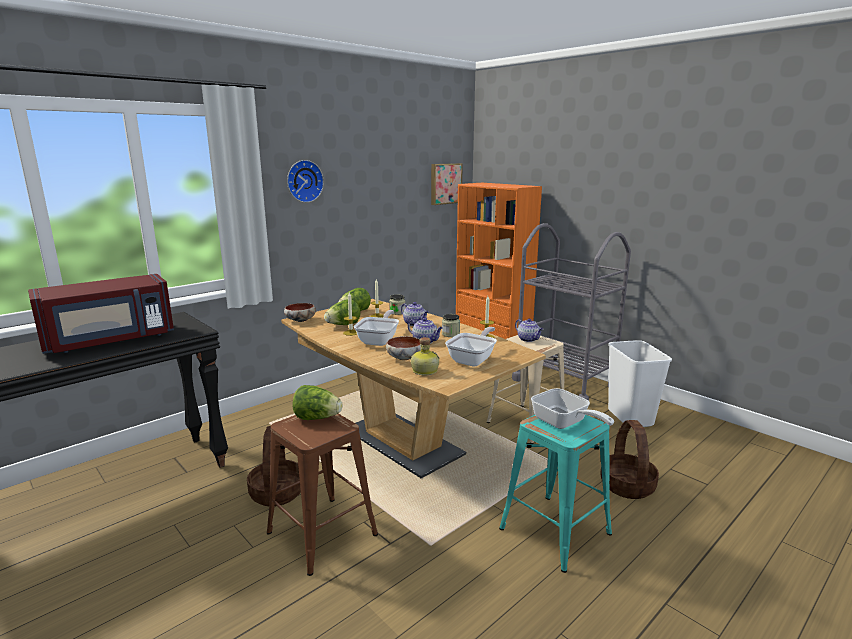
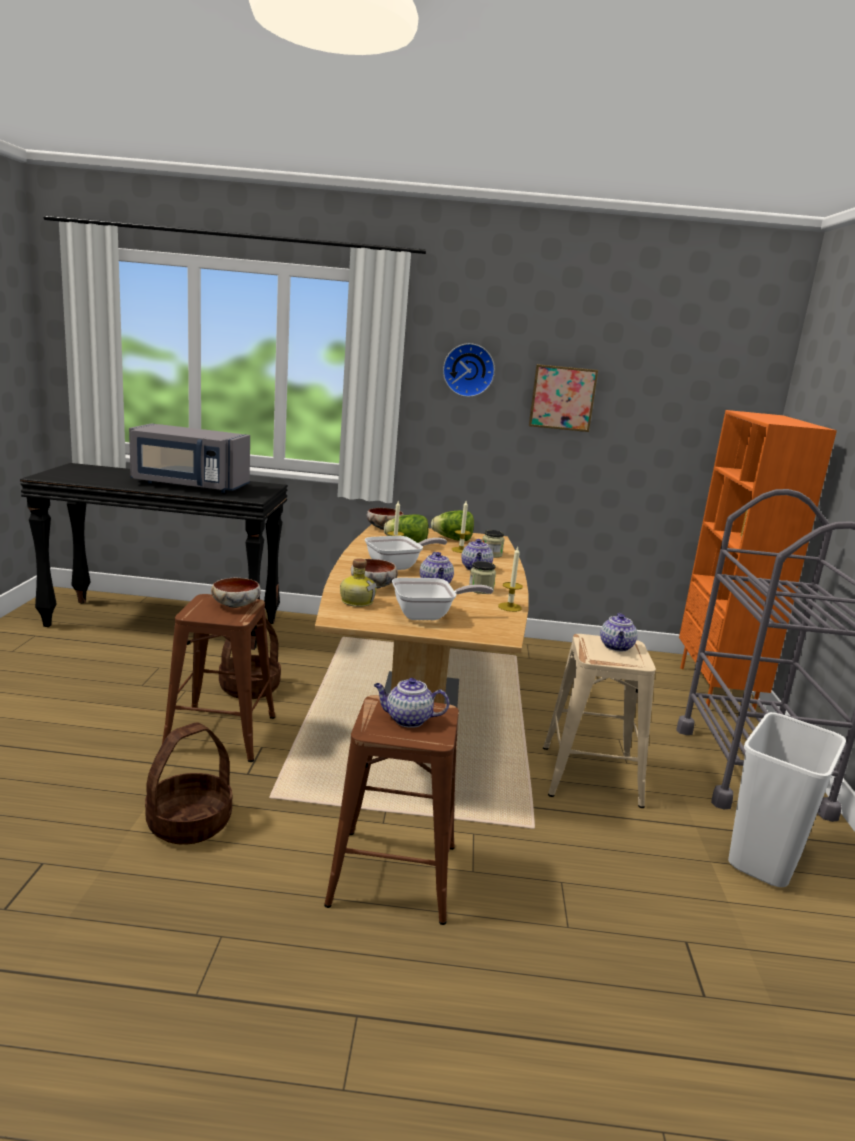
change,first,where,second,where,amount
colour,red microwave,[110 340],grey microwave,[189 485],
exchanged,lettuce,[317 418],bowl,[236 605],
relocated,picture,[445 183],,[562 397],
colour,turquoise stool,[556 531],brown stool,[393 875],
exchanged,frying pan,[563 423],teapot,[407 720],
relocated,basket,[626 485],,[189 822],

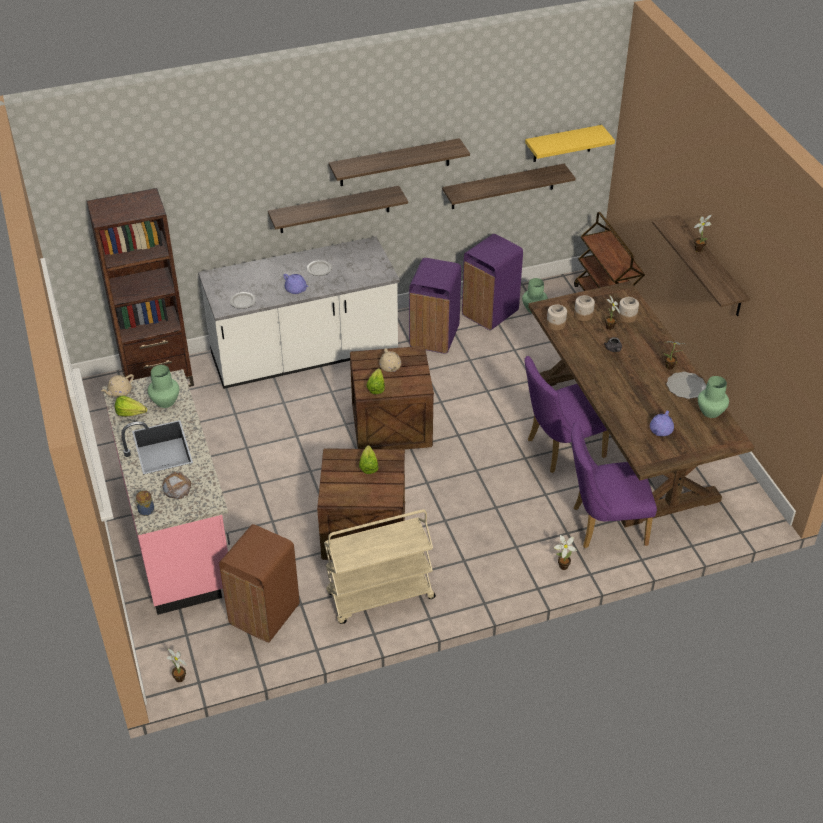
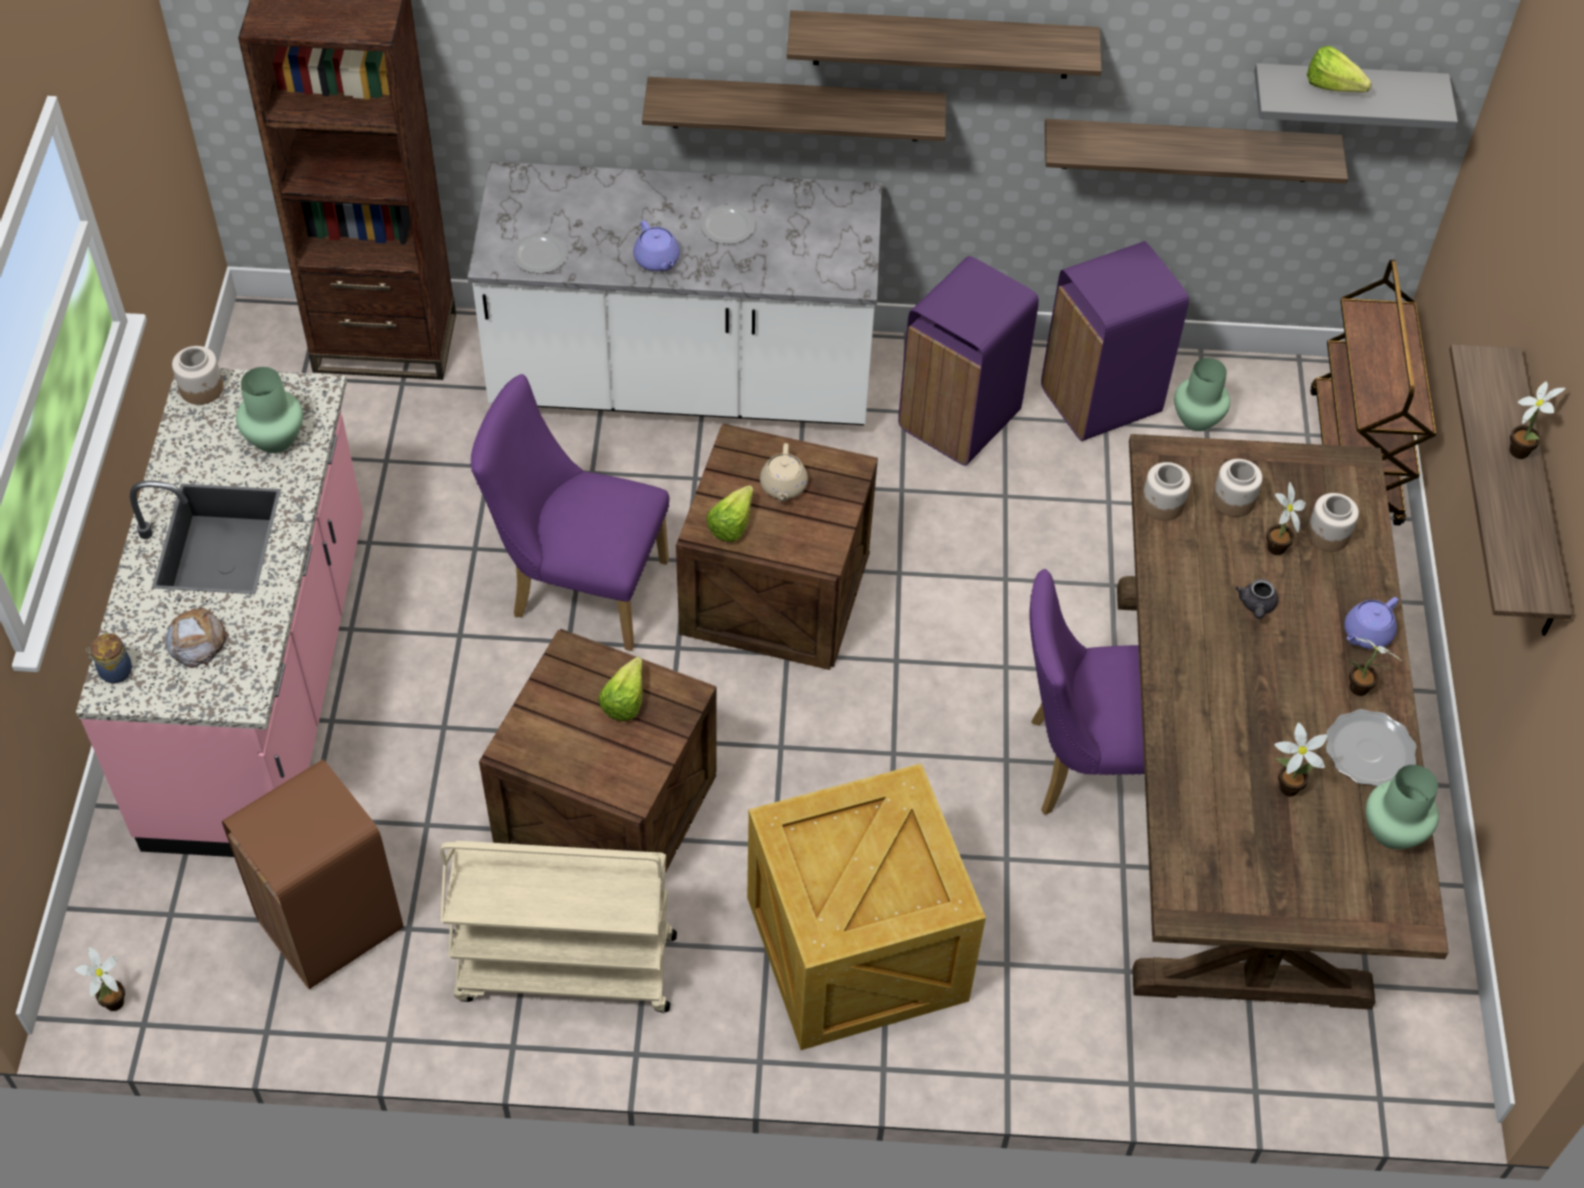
change,first,where,second,where,amount
exchanged,beige teapot,[119 392],jar,[202 389],
relocated,lettuce,[133 414],,[1336 89],
colour,yellow shelf,[562 144],grey shelf,[1345 93],
relocated,potted plant,[561 566],,[1285 787],
relocated,purple chair,[603 526],,[578 587],
relocated,purple teapot,[660 431],,[1366 634],
appeared,,,crate,[854 951],

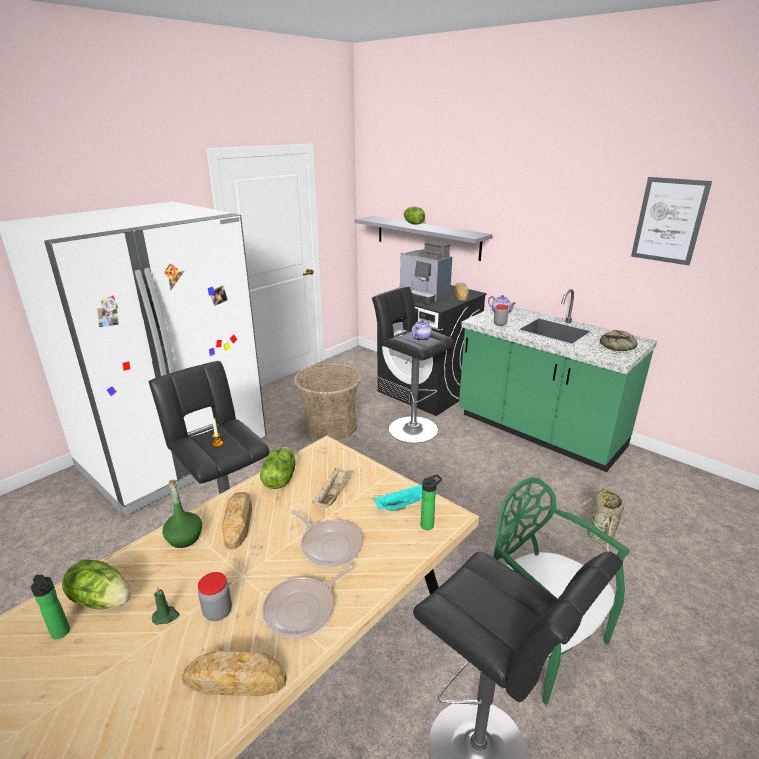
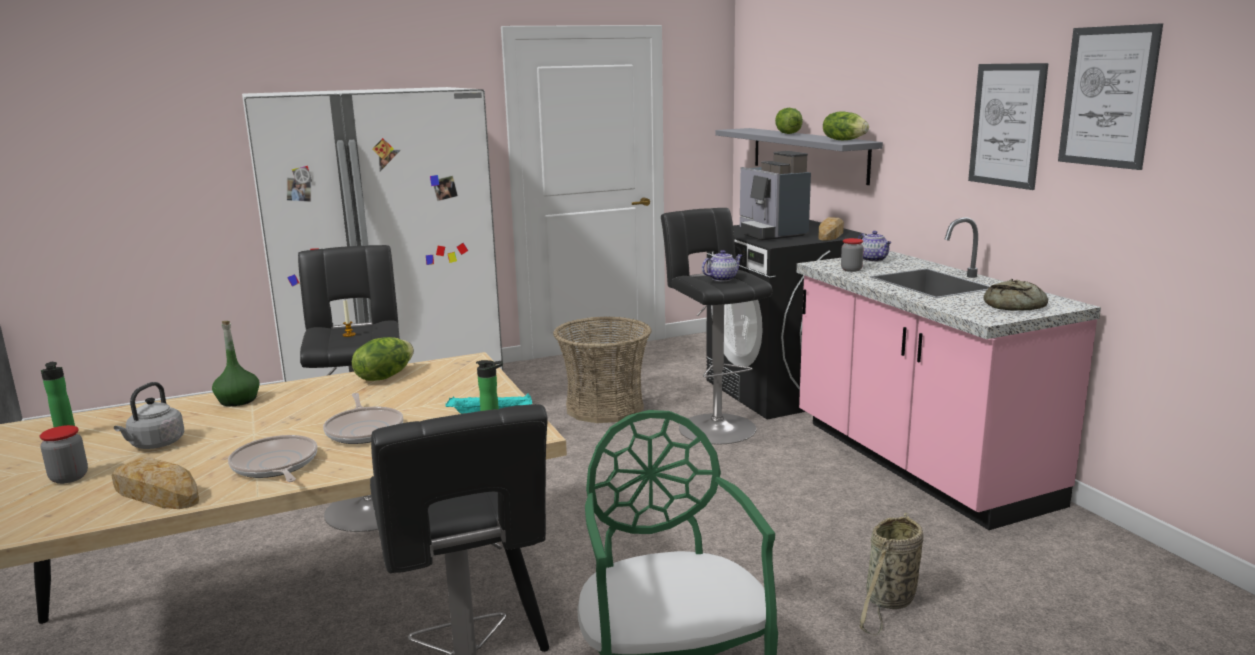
change,first,where,second,where,amount
relocated,lettuce,[102 599],,[844 140],
exchanged,green candle,[166 616],grey kettle,[155 444],
relocated,jar,[218 612],,[69 477],
missing,bread,[238 522],,,
spun,frying pan,[303 609],,[275 466],75 degrees clockwise
missing,beige tray,[333 495],,,
colour,green counter,[538 432],pink counter,[917 463],
appeared,,,picture,[1007 125],

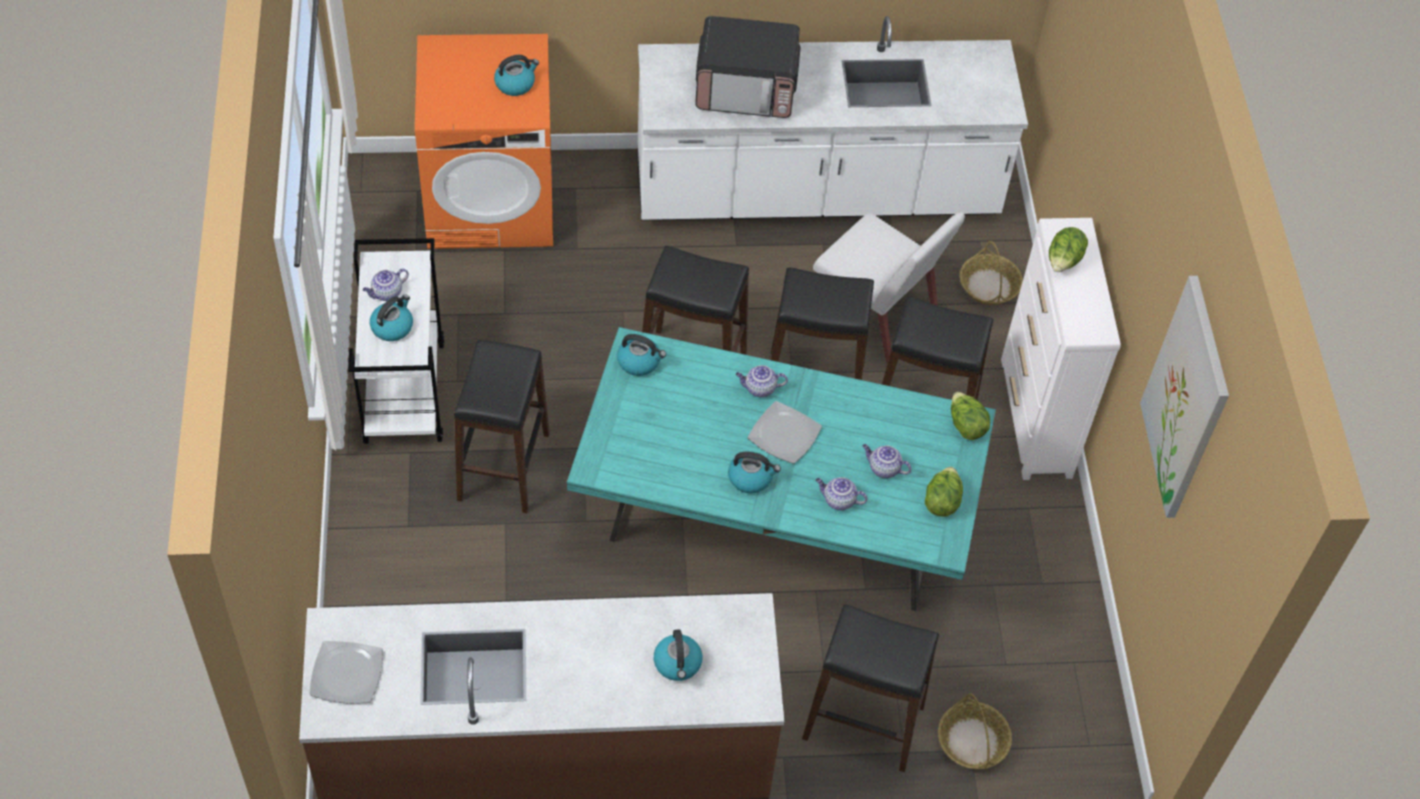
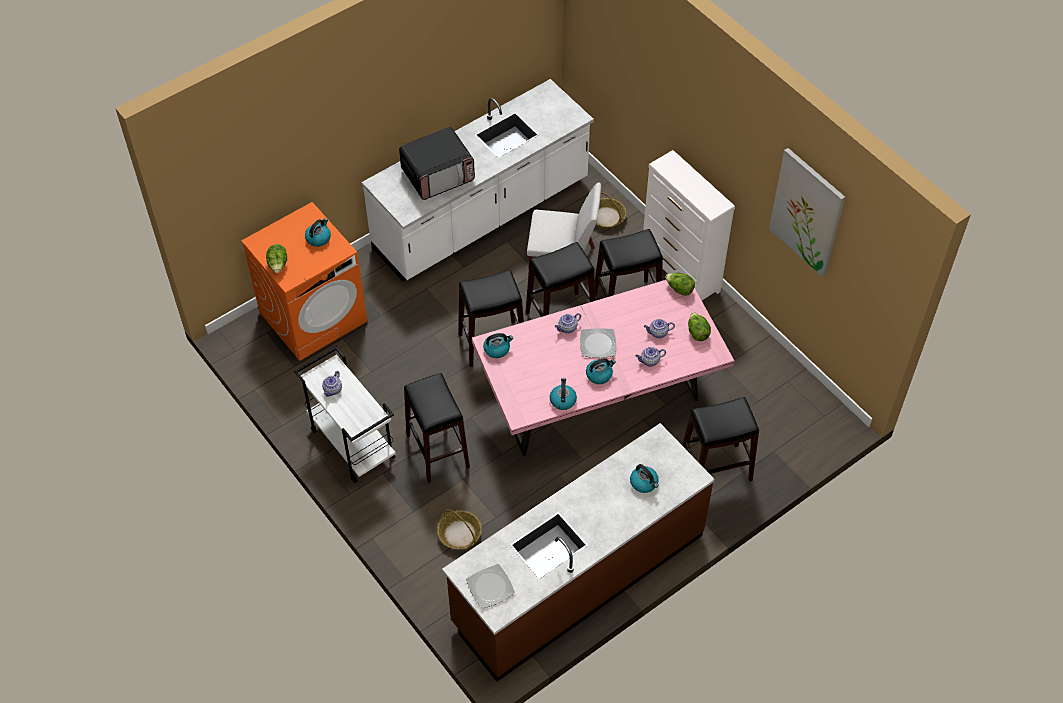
change,first,where,second,where,amount
relocated,kettle,[392 327],,[562 400],
colour,turquoise dining table,[772 529],pink dining table,[598 402],
relocated,basket,[972 741],,[459 534],
relocated,lettuce,[1063 261],,[278 265],

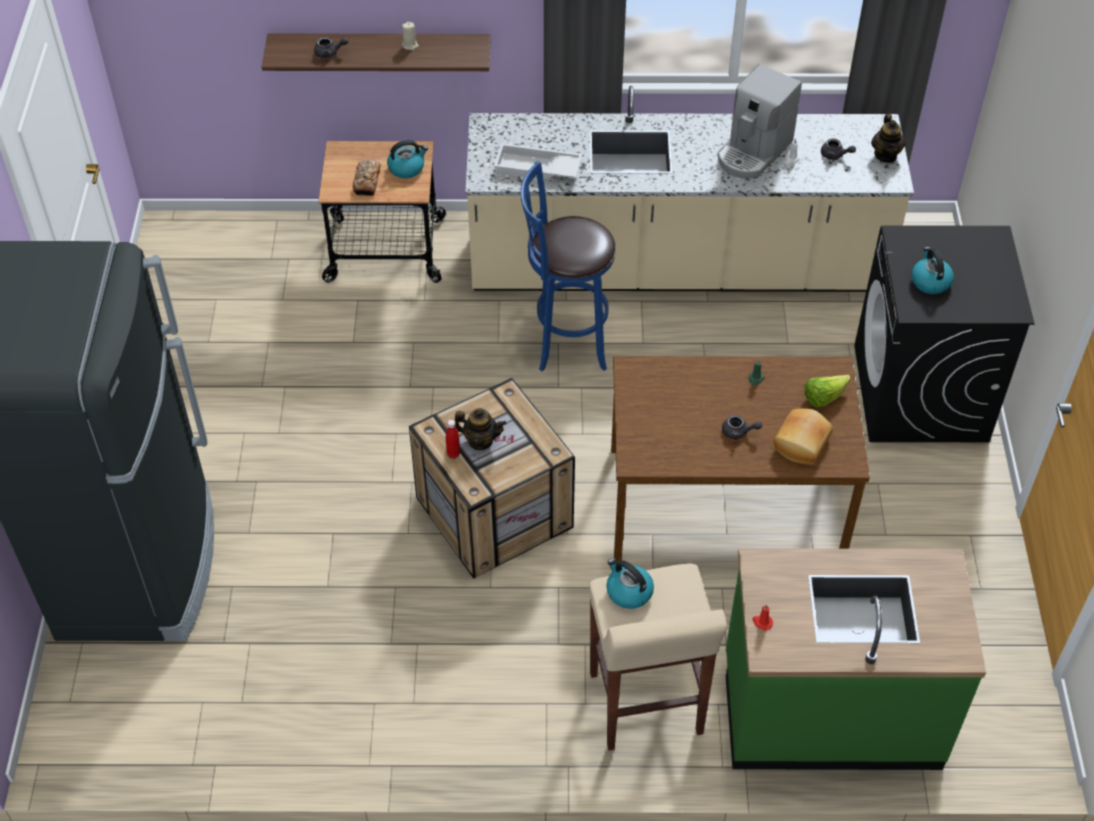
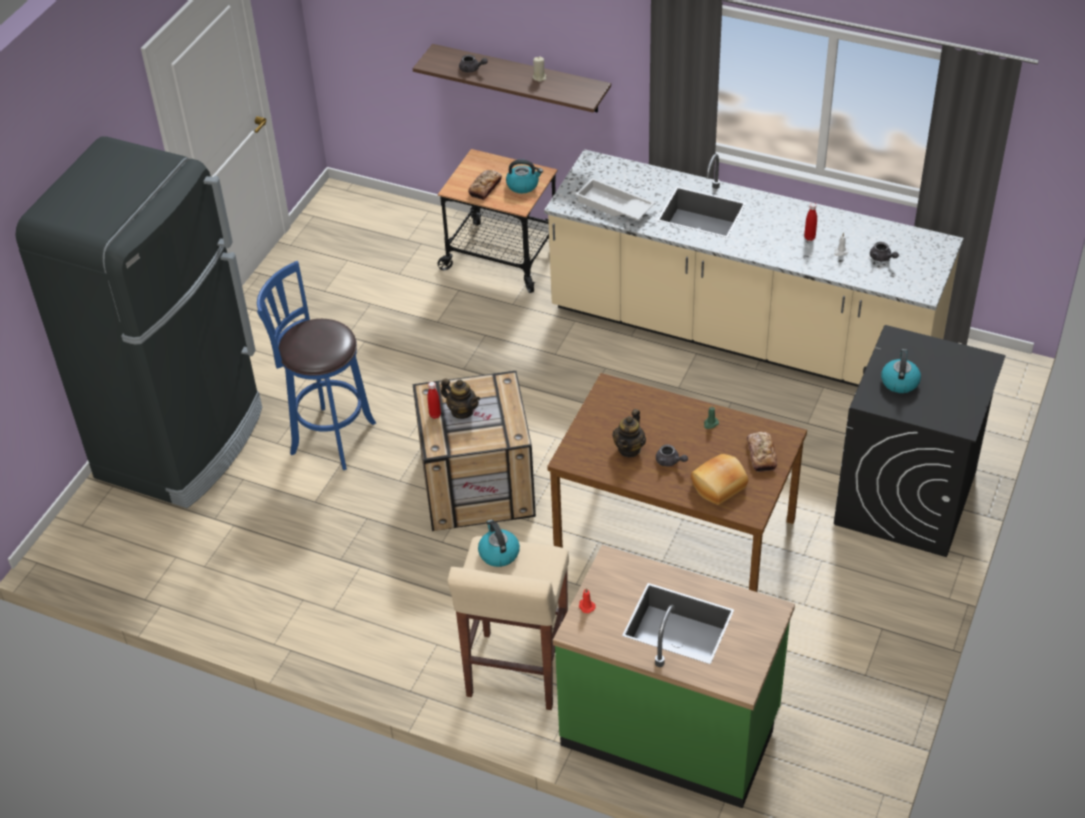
change,first,where,second,where,amount
relocated,blue stool,[566 342],,[328 436],
exchanged,coffee machine,[753 152],red bottle,[809 237],
exchanged,lettuce,[823 397],bread,[761 455],
relocated,teapot,[886 155],,[629 449],

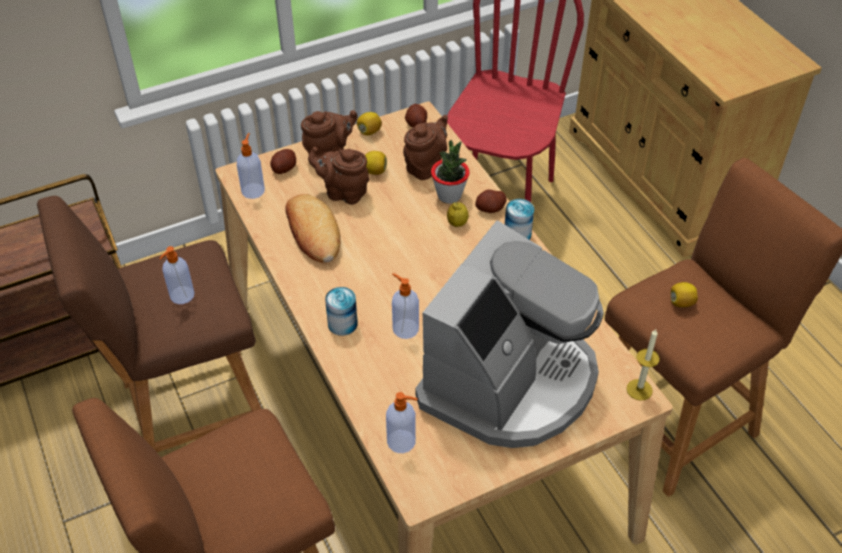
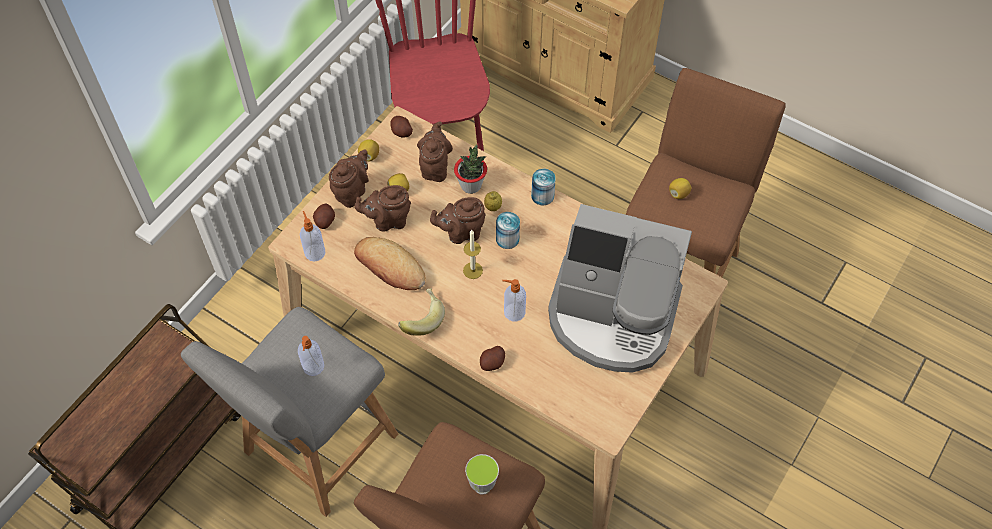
change,first,where,second,where,amount
colour,brown stool,[188 413],grey stool,[316 449],
relocated,can,[342 324],,[507 239],
missing,soap dispenser,[402 441],,,
spun,coffee machine,[510 381],,[613 316],105 degrees clockwise
relocated,potato,[490 208],,[492 363],
relocated,candle,[639 389],,[472 270],
appeared,,,banana,[421 319],
appeared,,,brown teapot,[461 233],
appeared,,,cup,[482 486],

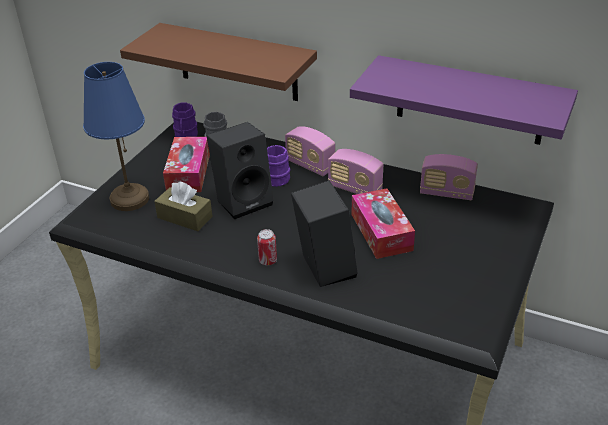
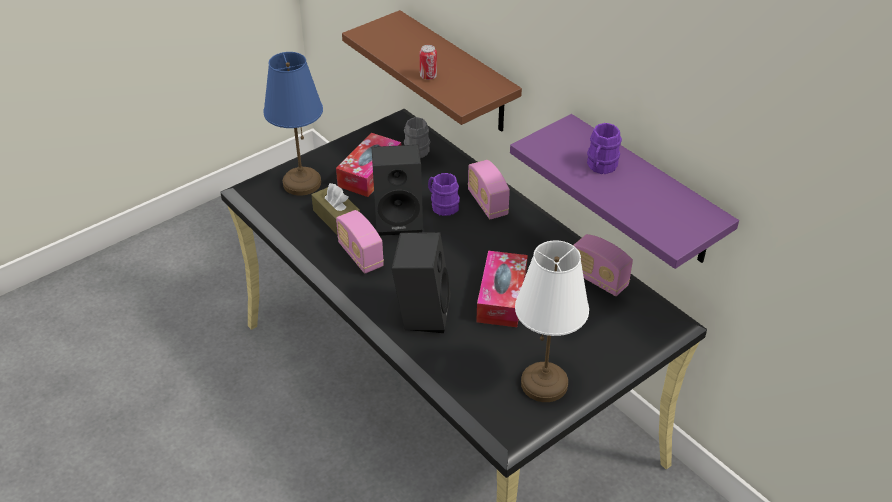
change,first,where,second,where,amount
relocated,purple mug,[185 136],,[600 167],
relocated,can,[268 261],,[428 76],
relocated,radio,[355 188],,[360 255],
appeared,,,white table lamp,[545 383],

